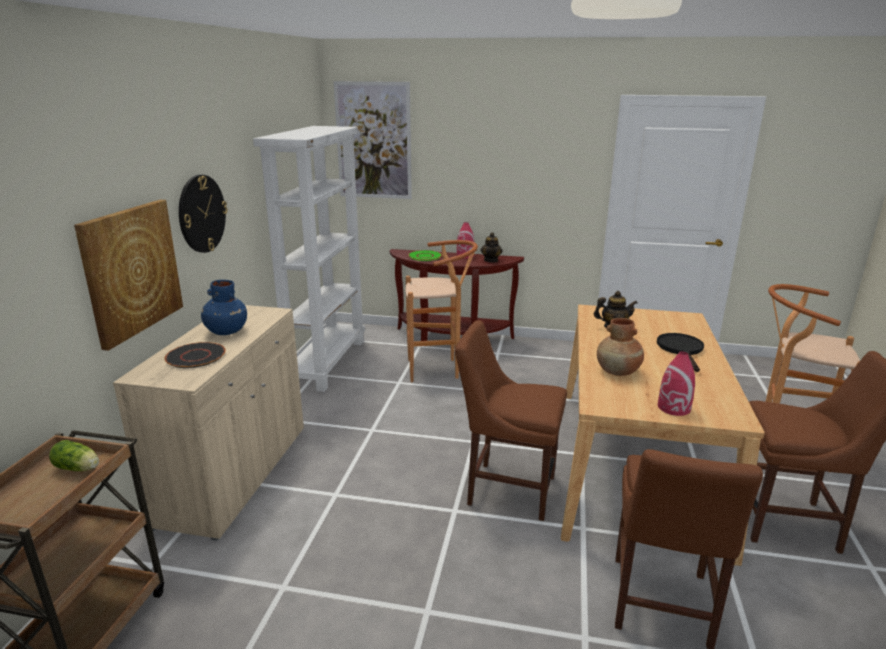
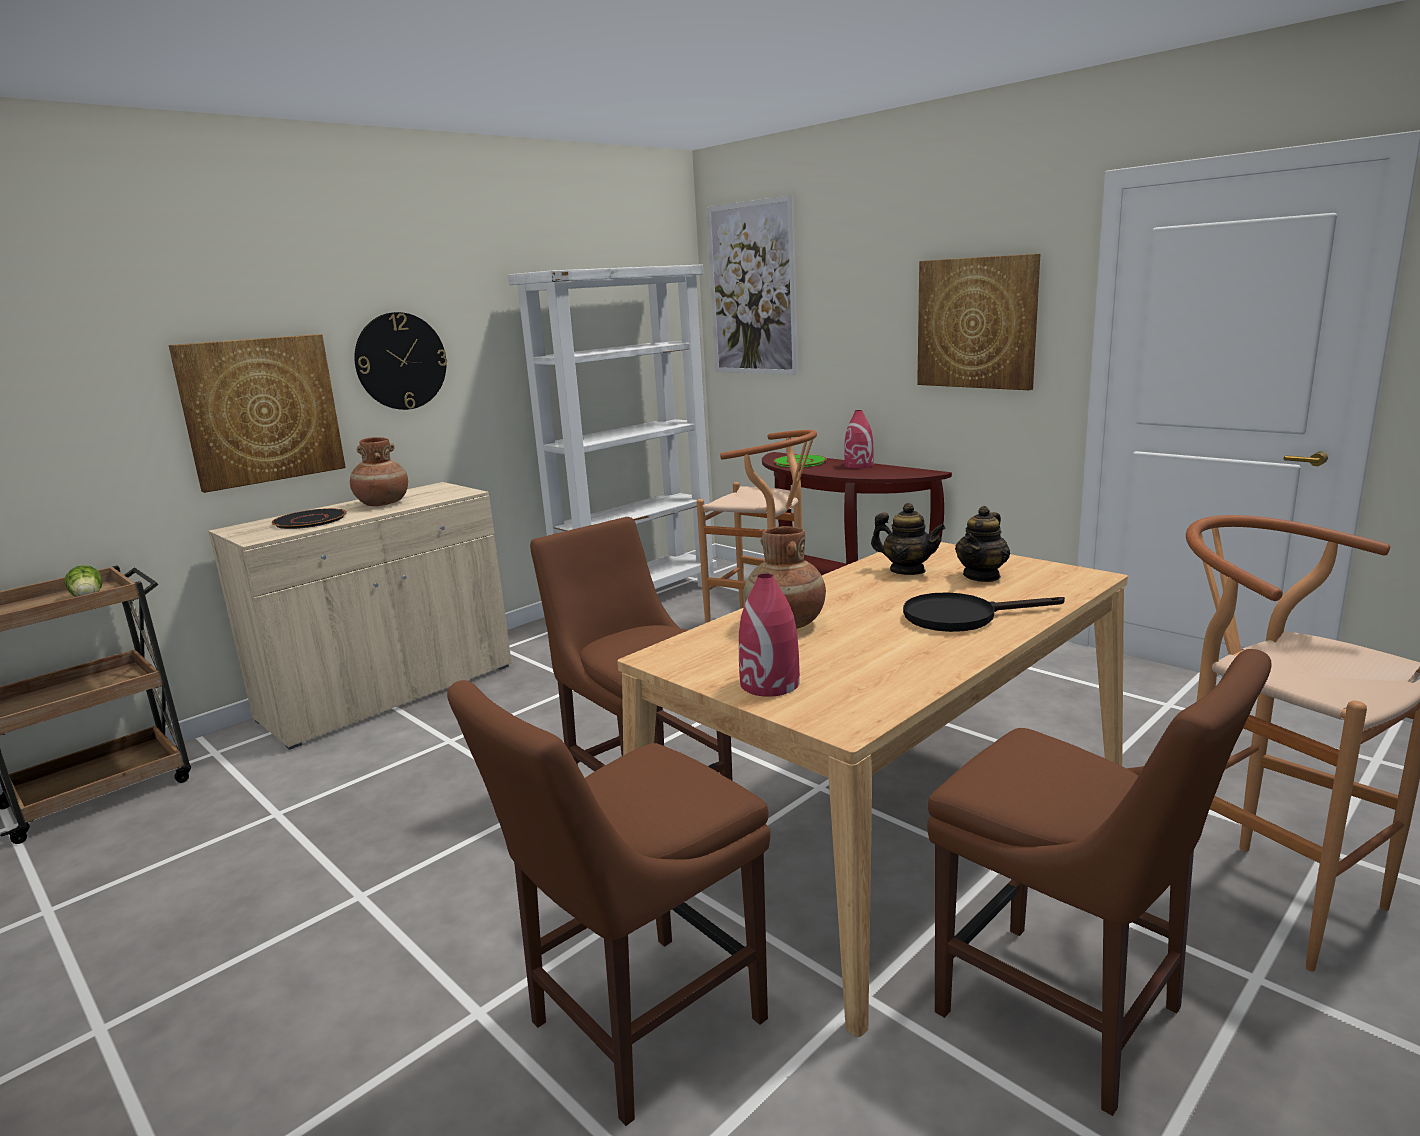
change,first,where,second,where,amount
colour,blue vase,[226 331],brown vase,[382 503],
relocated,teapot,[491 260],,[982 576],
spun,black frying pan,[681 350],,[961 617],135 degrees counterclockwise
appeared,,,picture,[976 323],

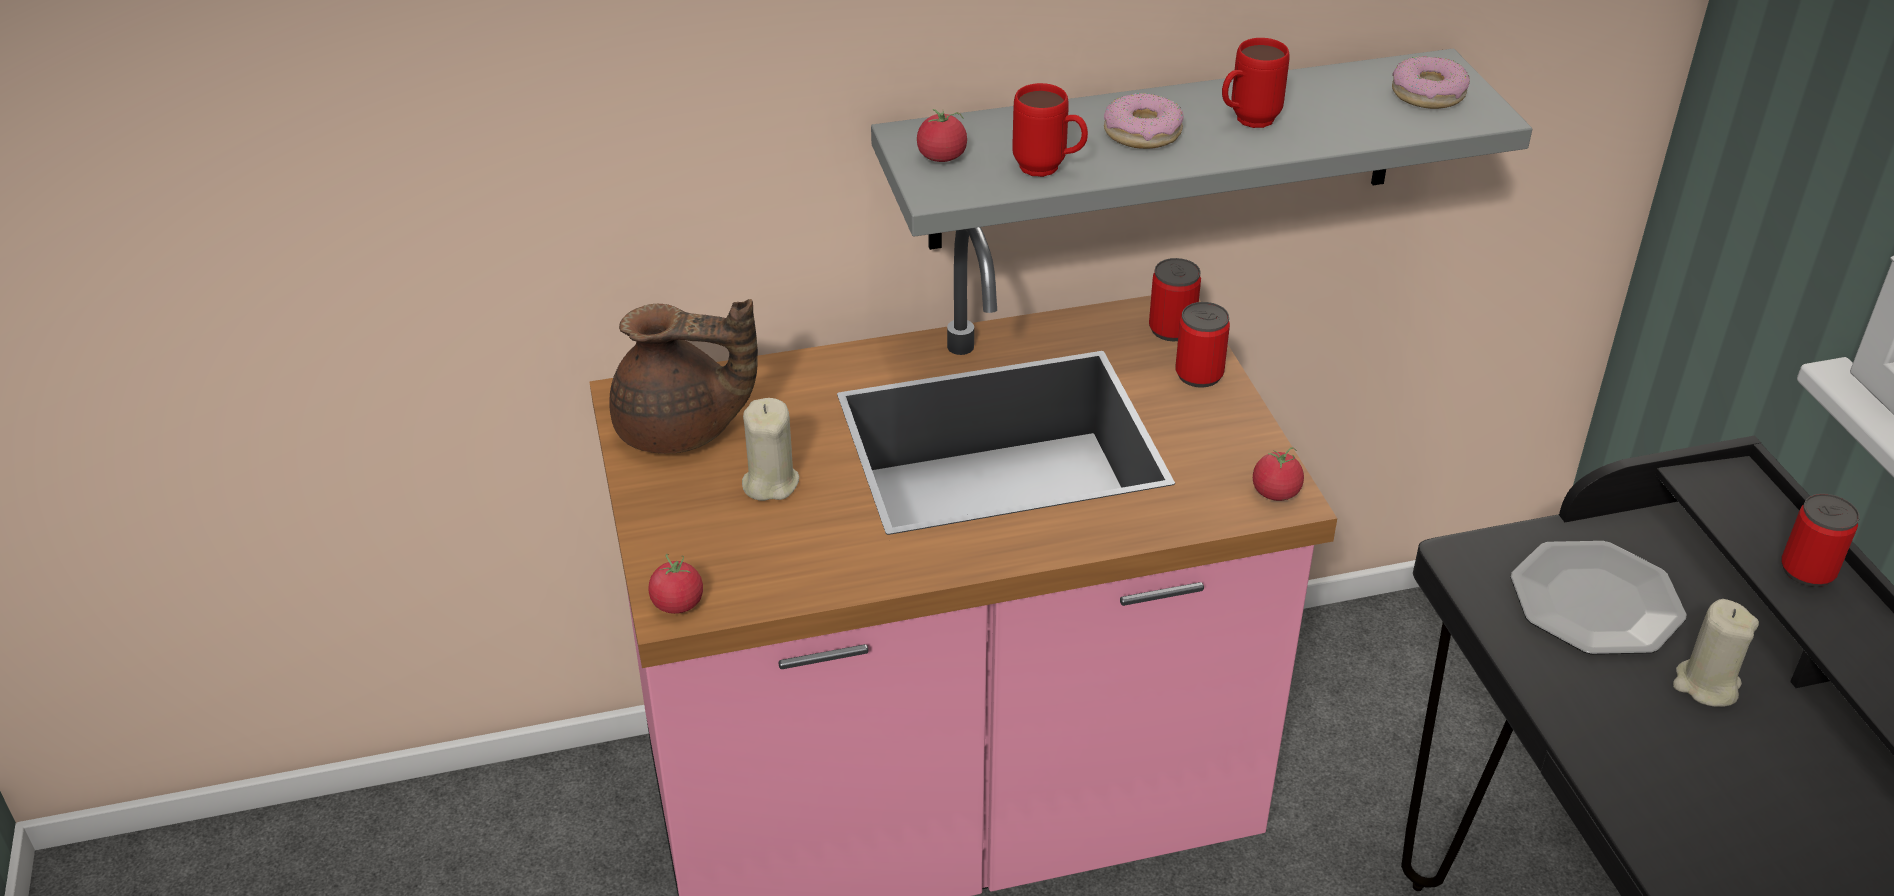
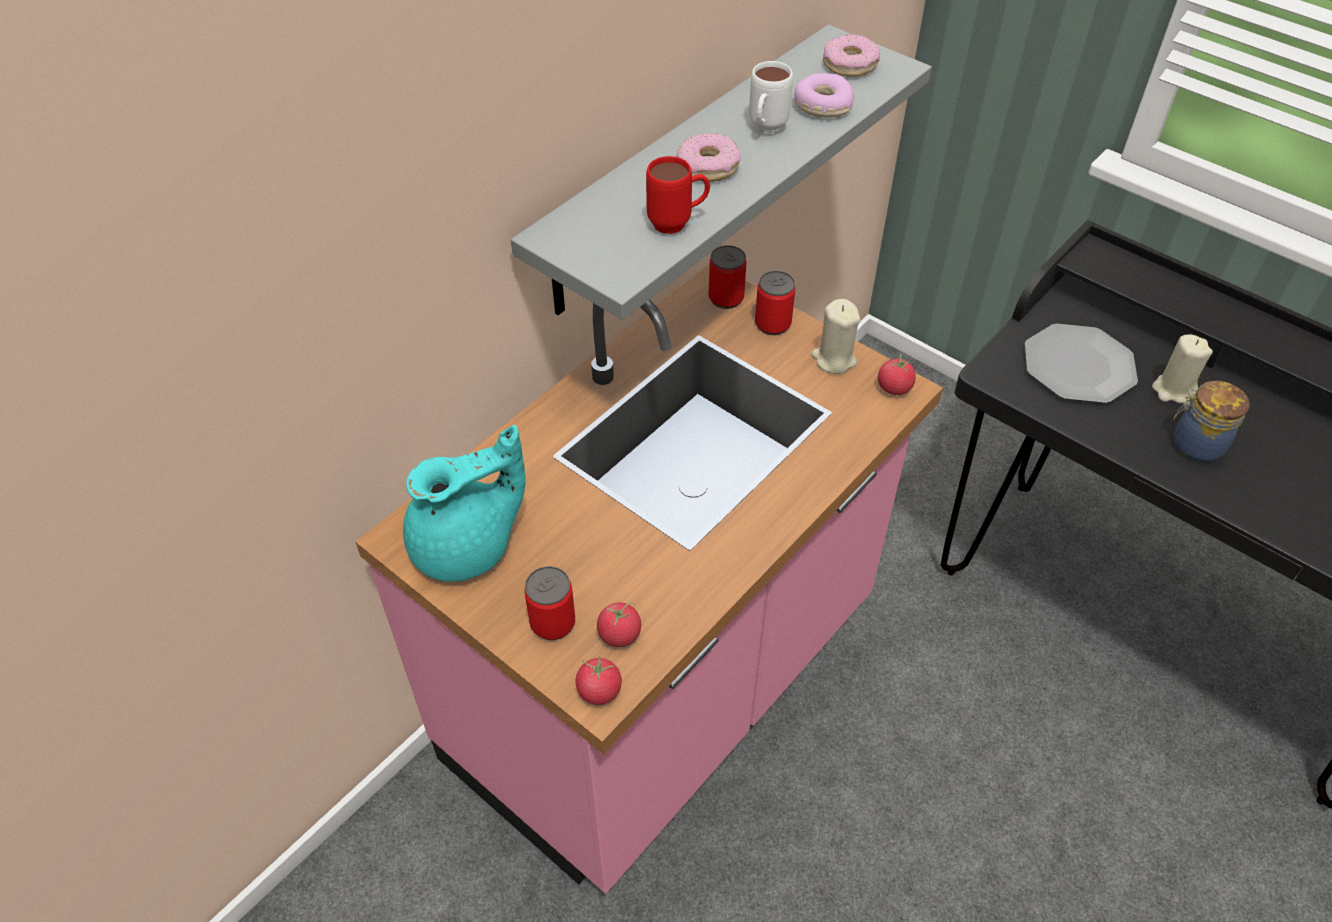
change,first,where,second,where,amount
colour,brown teapot,[681 431],turquoise teapot,[467 546],
relocated,beige candle,[770 482],,[834 359],
relocated,tomato,[942 157],,[619 634],
colour,red mug,[1246 122],white mug,[765 130],
relocated,can,[1807 570],,[552 623],
appeared,,,donut,[822 105],
appeared,,,jar,[1194 444],

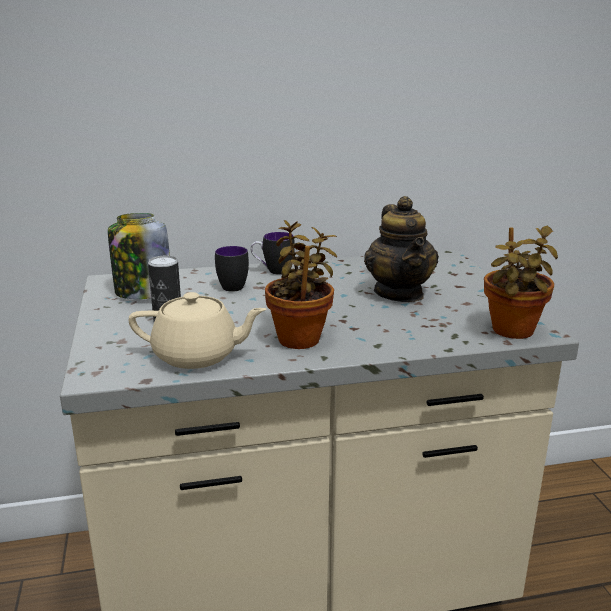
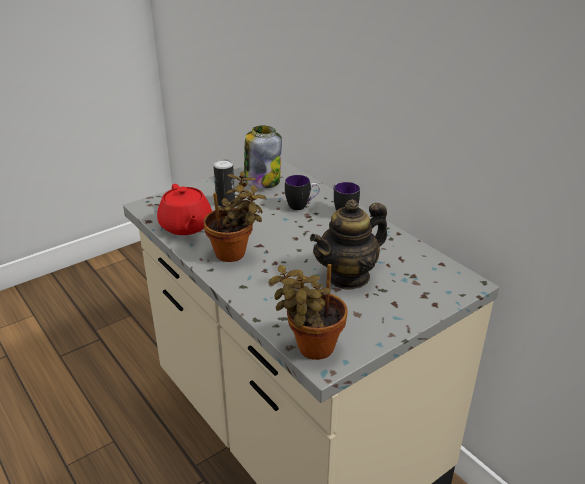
change,first,where,second,where,amount
colour,beige teapot,[197 356],red teapot,[186 226],

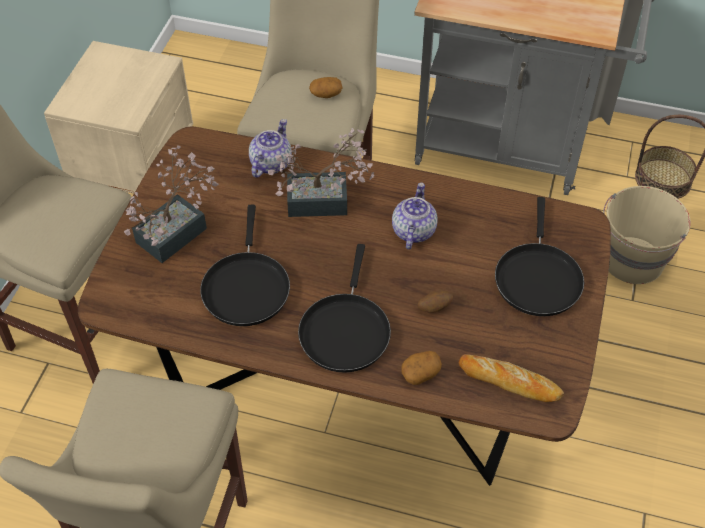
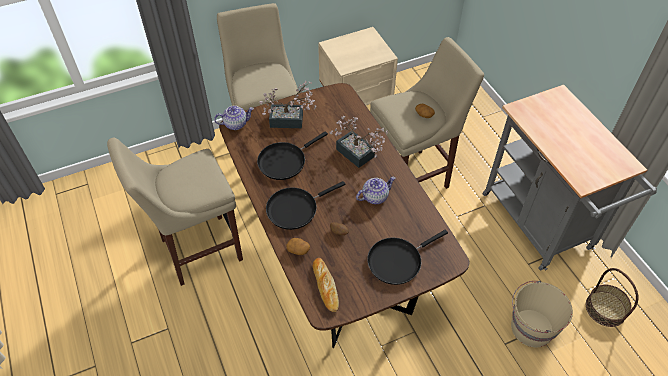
change,first,where,second,where,amount
relocated,teapot,[270 163],,[235 124],

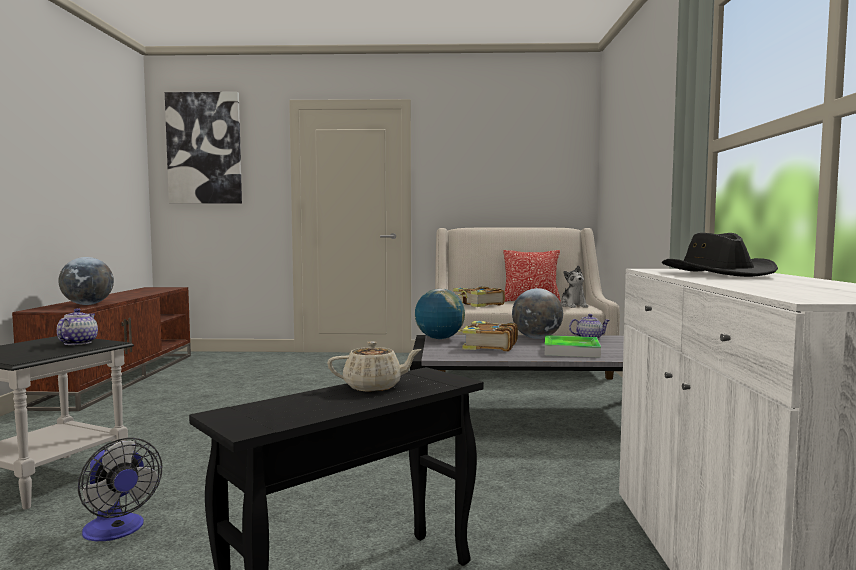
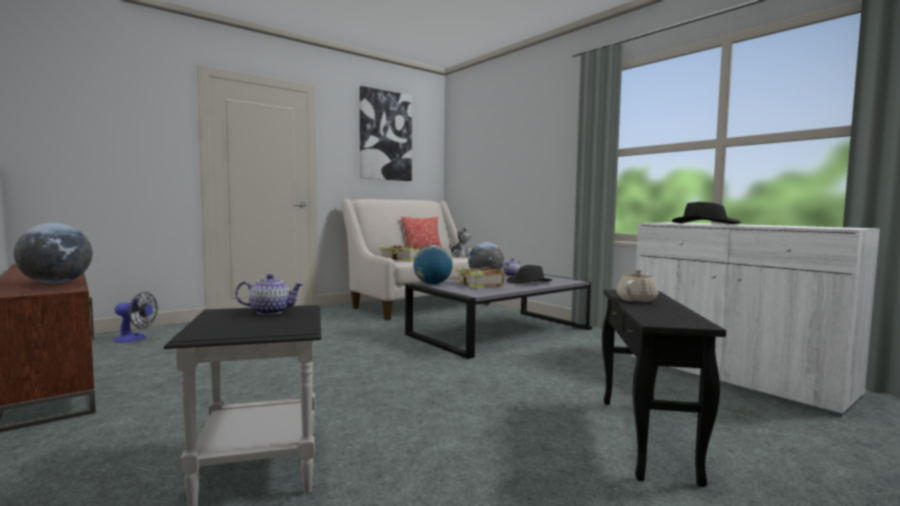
change,first,where,second,where,amount
spun,teapot,[77 343],,[271 311],120 degrees clockwise
relocated,fan,[117 531],,[135 339],
relocated,picture,[204 148],,[385 136],
exchanged,tray,[571 351],black hat,[529 282],

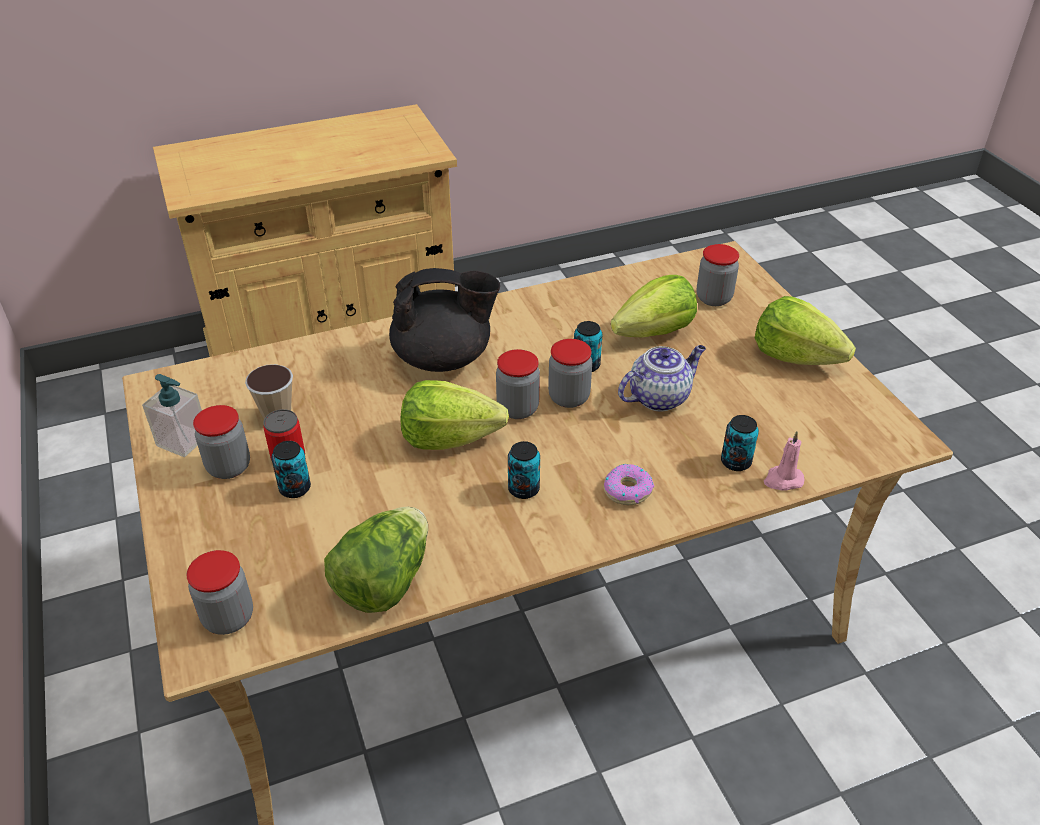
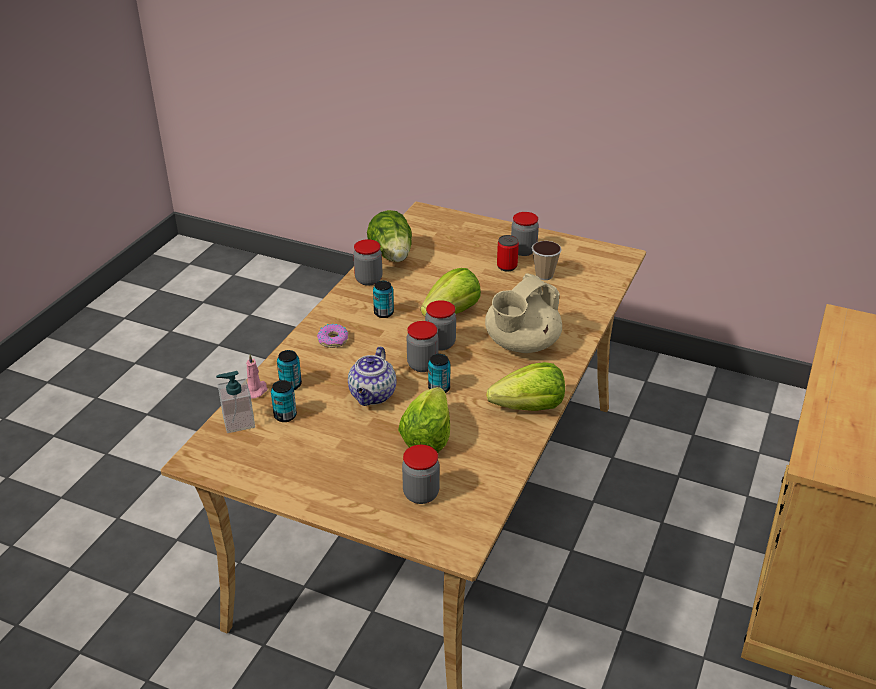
change,first,where,second,where,amount
relocated,soap dispenser,[183 440],,[238 422],
relocated,jar,[228 617],,[368 280],
relocated,can,[295 488],,[285 416],
colour,black teapot,[444 358],beige teapot,[521 344],
relocated,lettuce,[795 356],,[529 407],

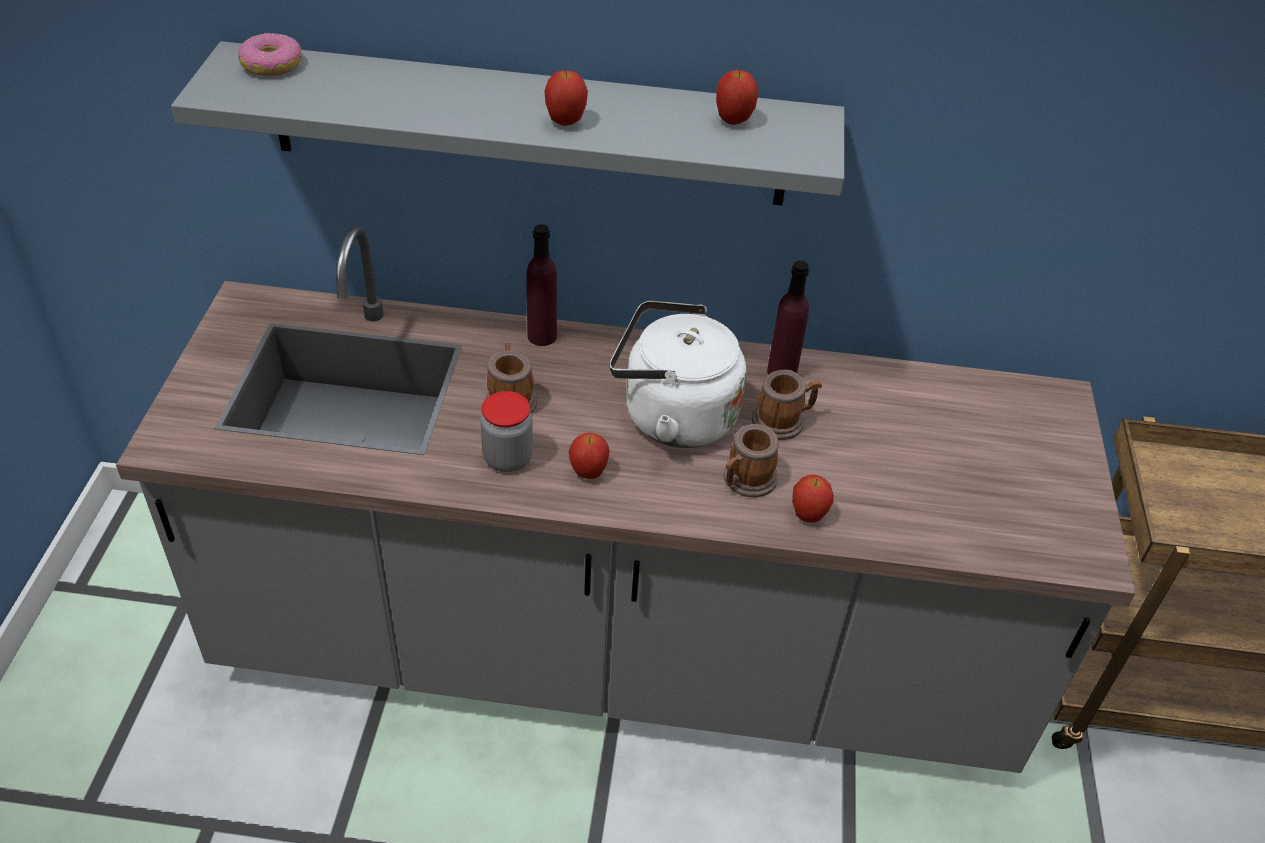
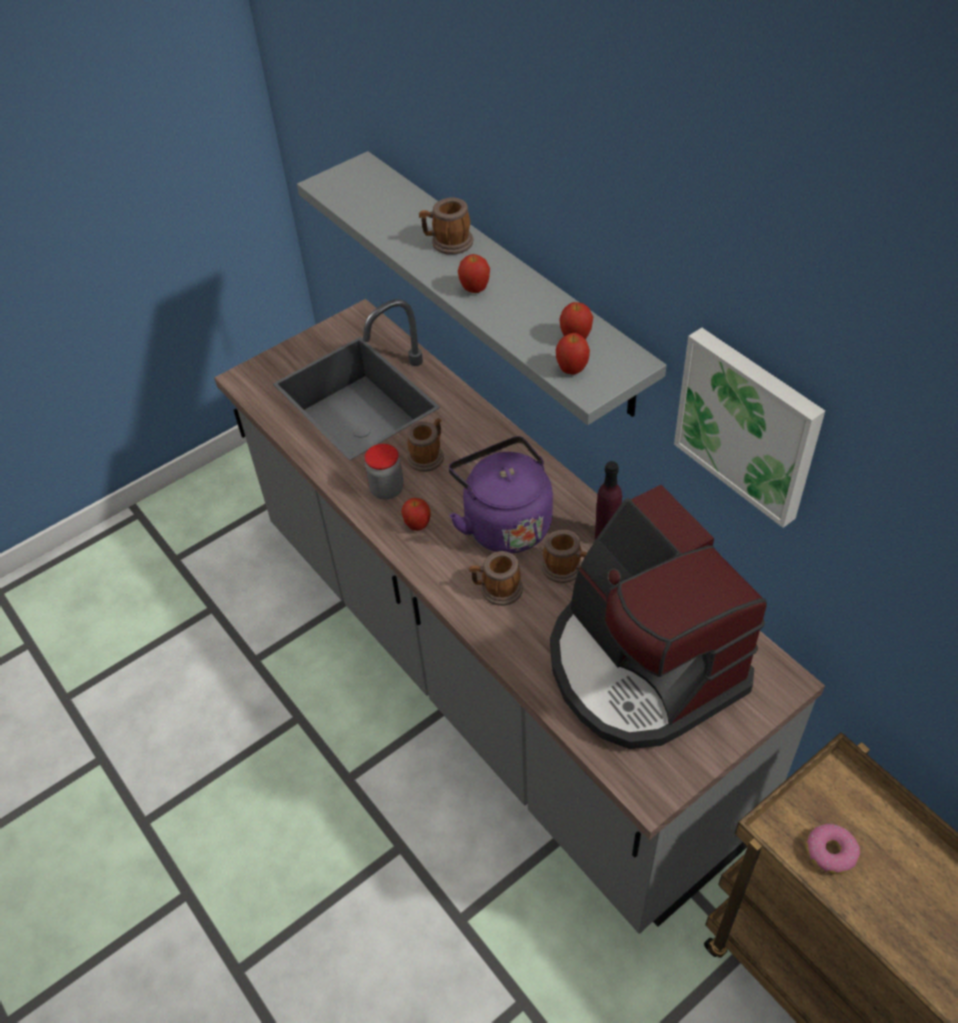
change,first,where,second,where,amount
relocated,donut,[271 65],,[830 853],
missing,purple bottle,[542 336],,,
colour,white kettle,[672 416],purple kettle,[504 523],
relocated,apple,[808 516],,[572 370],
appeared,,,mug,[447 243],
appeared,,,coffee machine,[642 666],
appeared,,,picture,[749 424],

